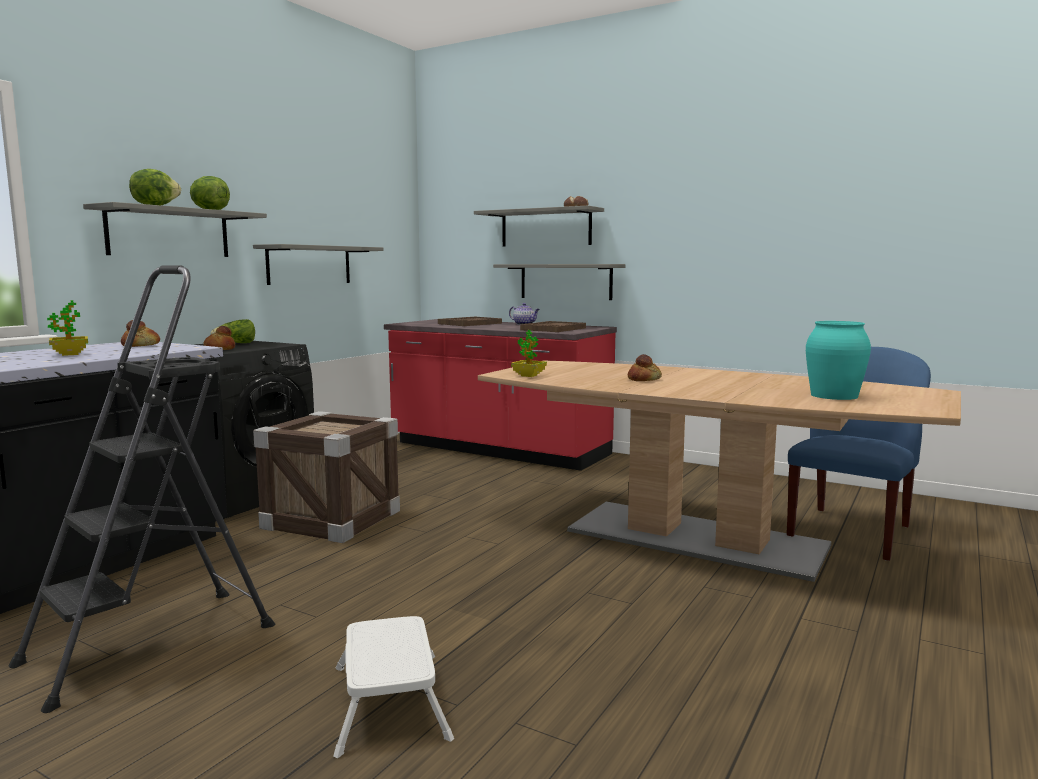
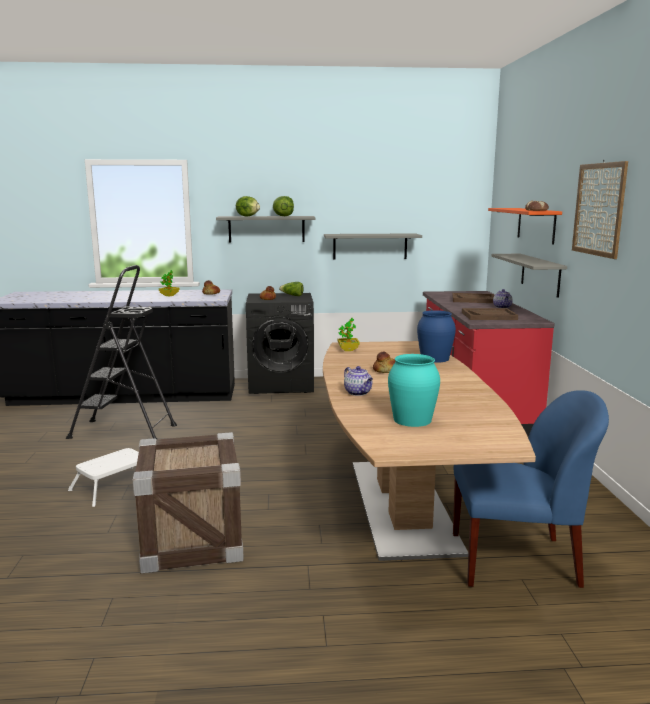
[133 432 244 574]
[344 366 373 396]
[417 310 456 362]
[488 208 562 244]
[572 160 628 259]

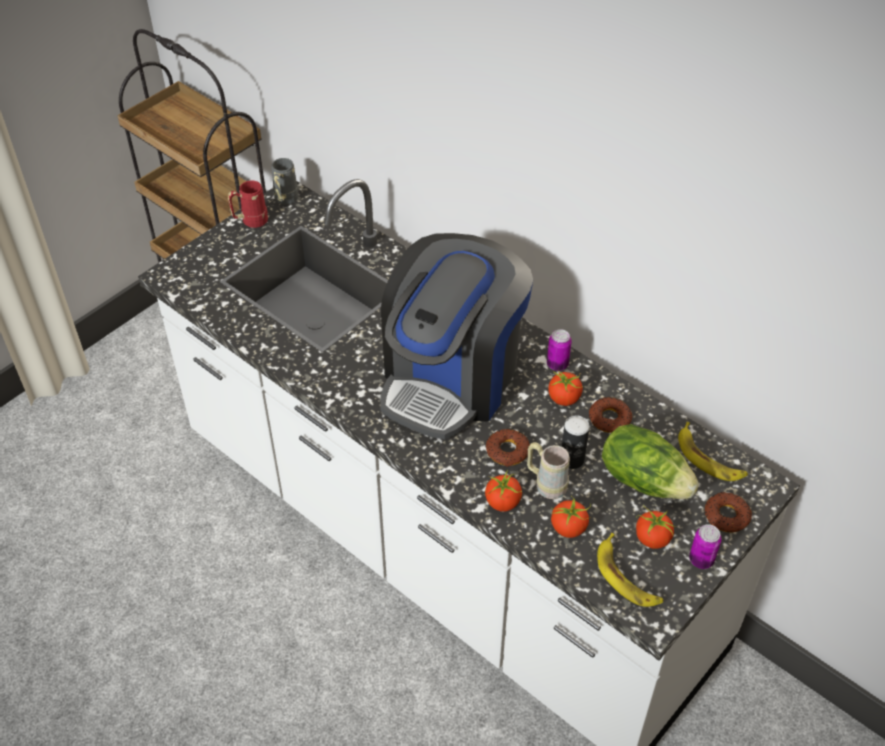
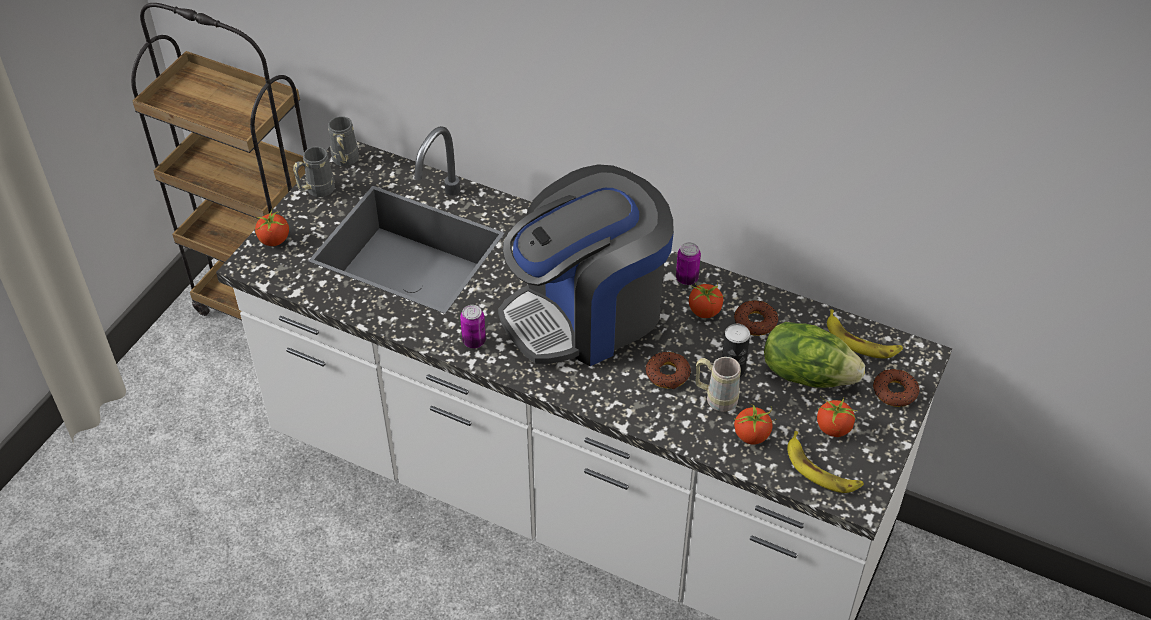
[255 209 289 246]
[293 147 335 197]
[460 305 486 348]
[498 164 674 366]

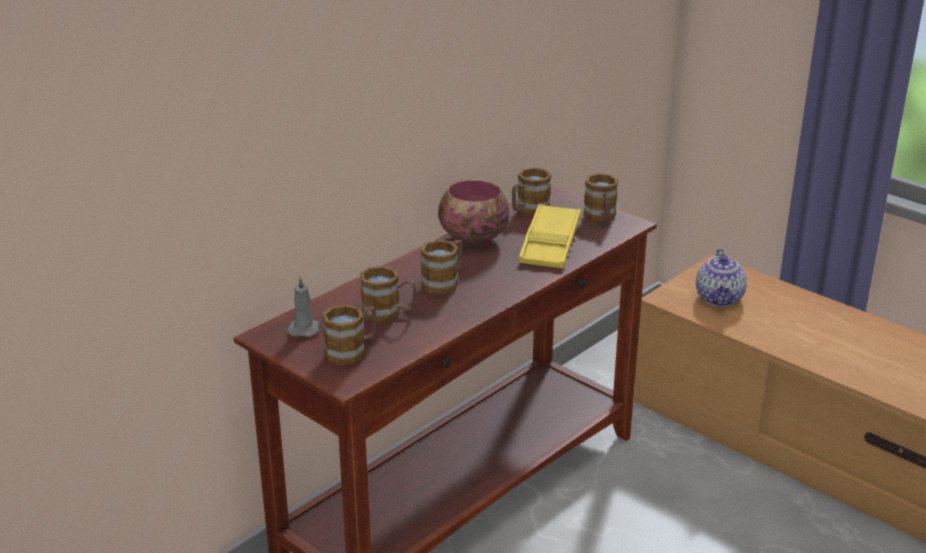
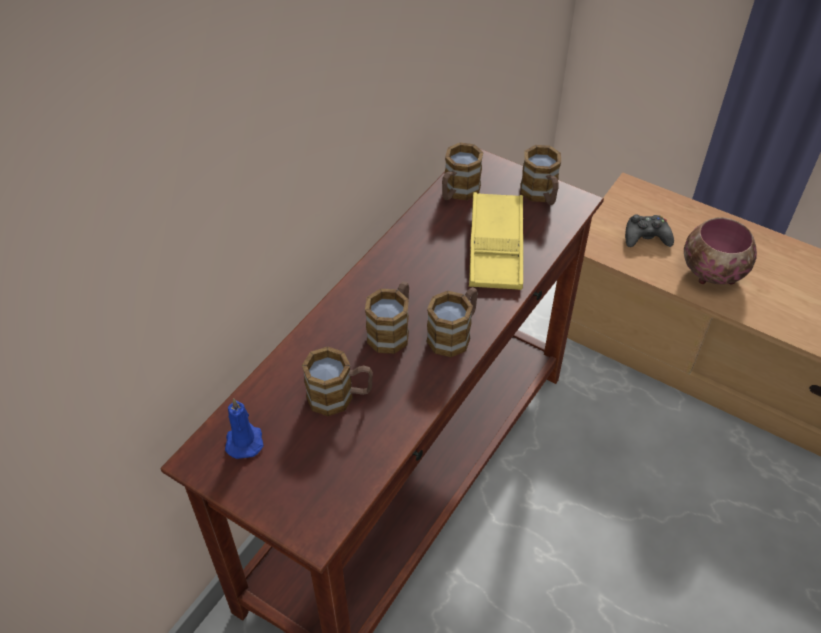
[225 398 264 459]
[426 287 478 357]
[625 214 674 247]
[684 218 757 285]

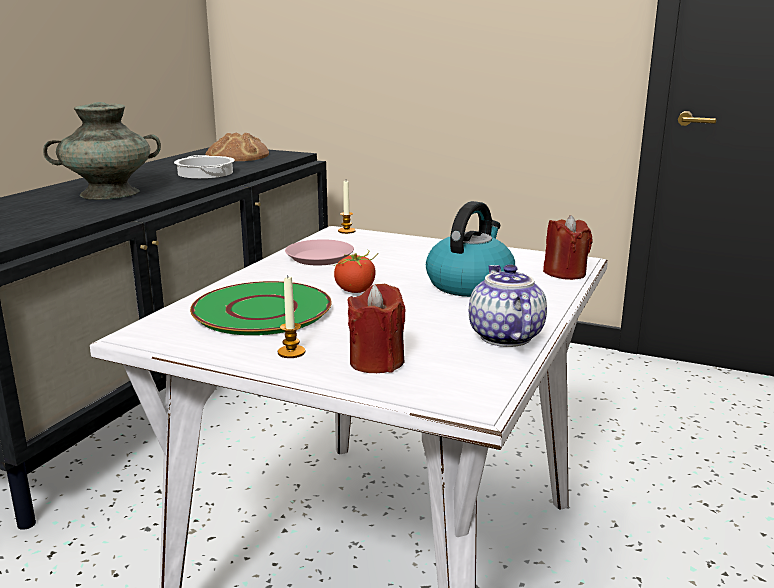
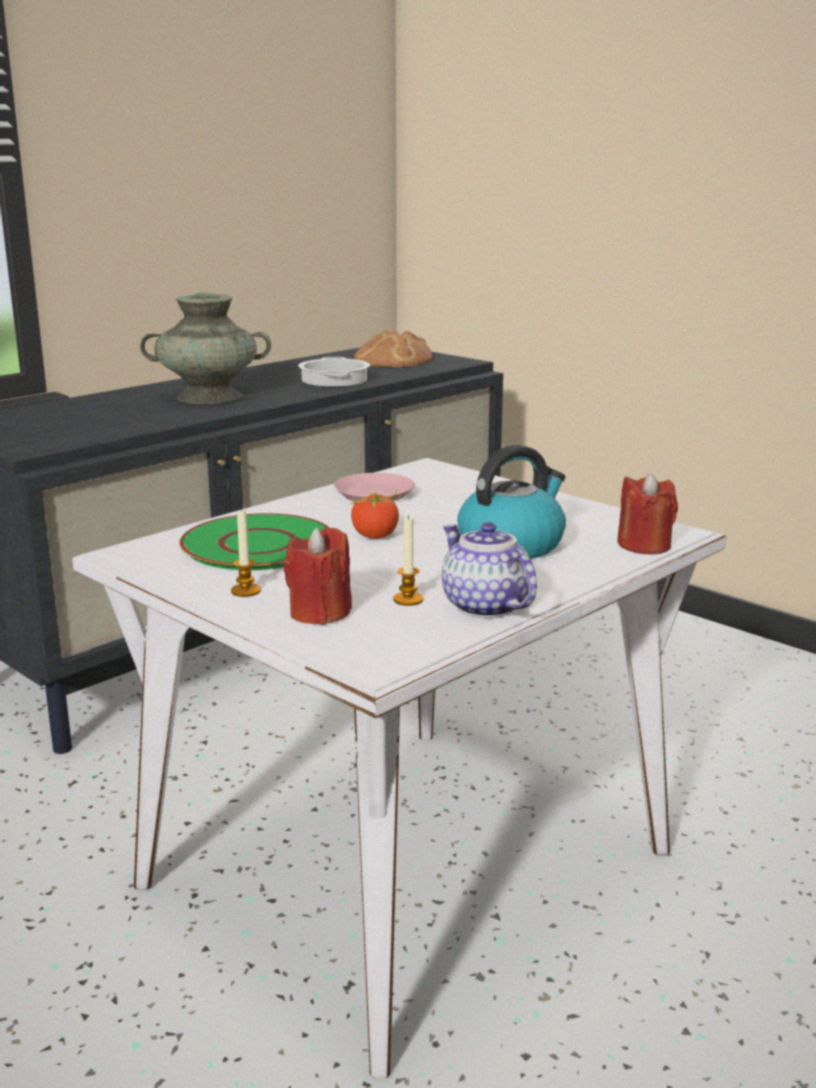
[393 514 423 606]
[442 522 537 618]

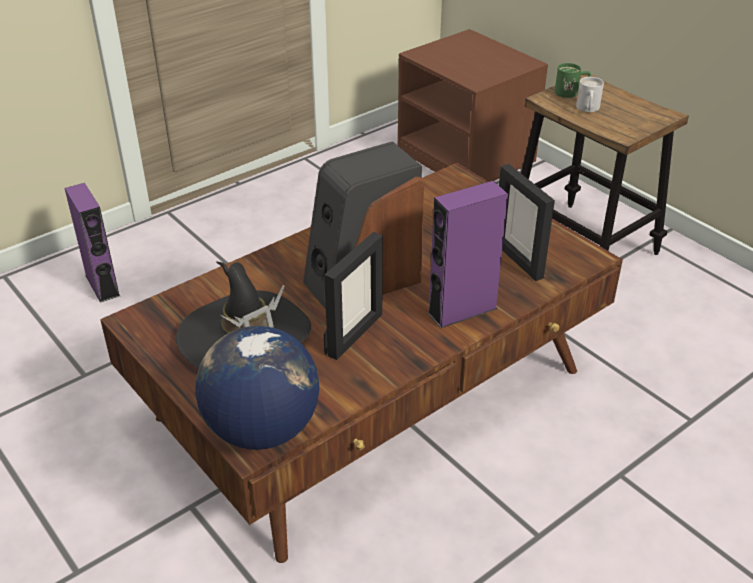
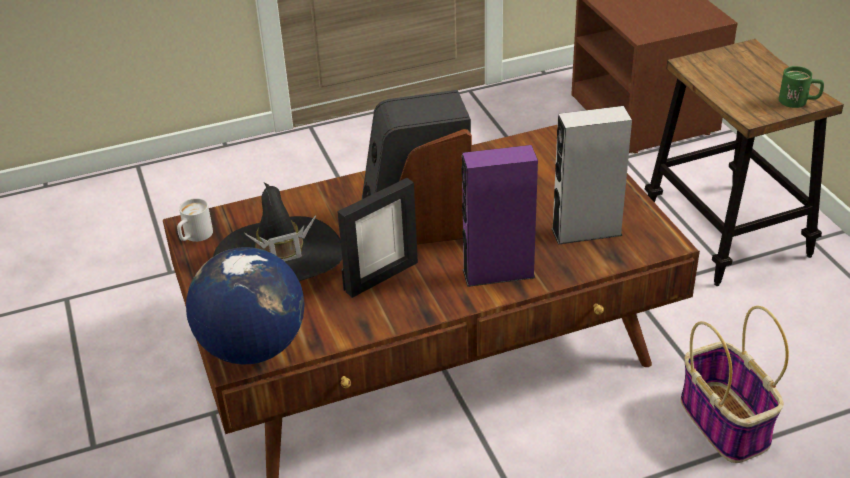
[177 198 213 242]
[551 106 632 245]
[681 306 789 463]
[779 66 824 108]
[65 183 120 303] (first image)

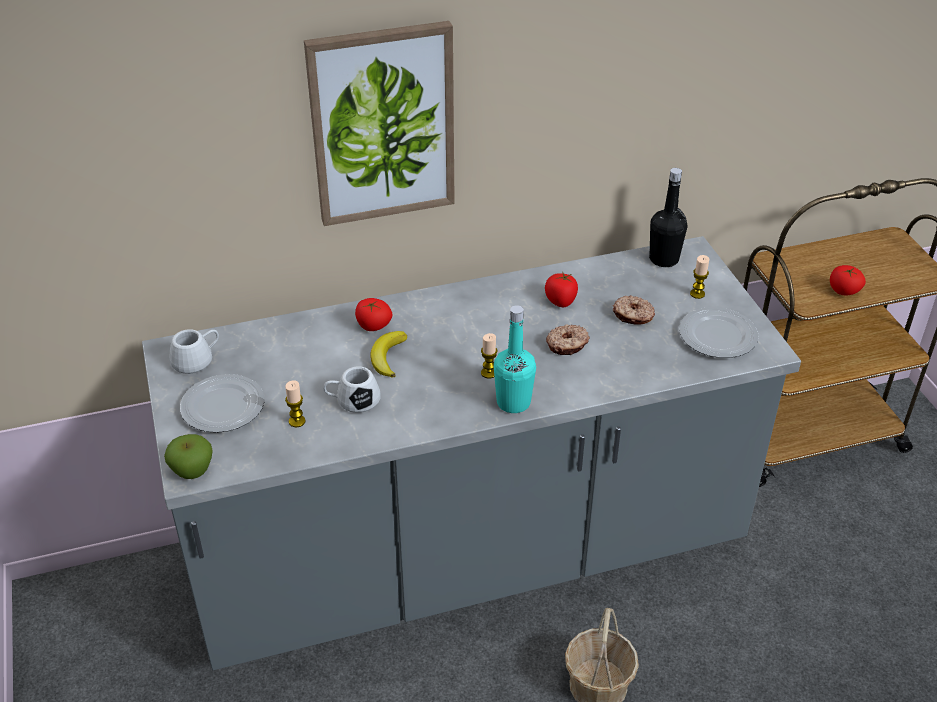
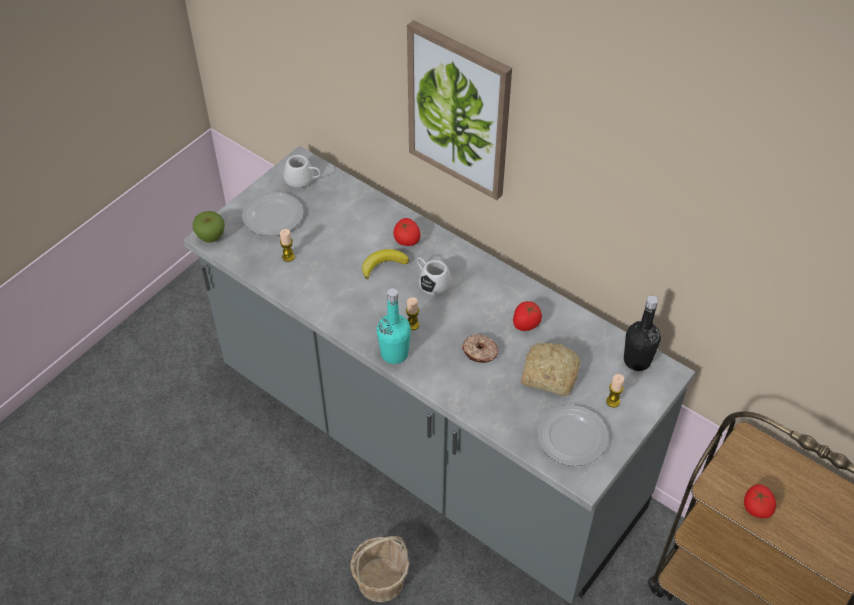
[417 257 452 296]
[521 343 580 396]

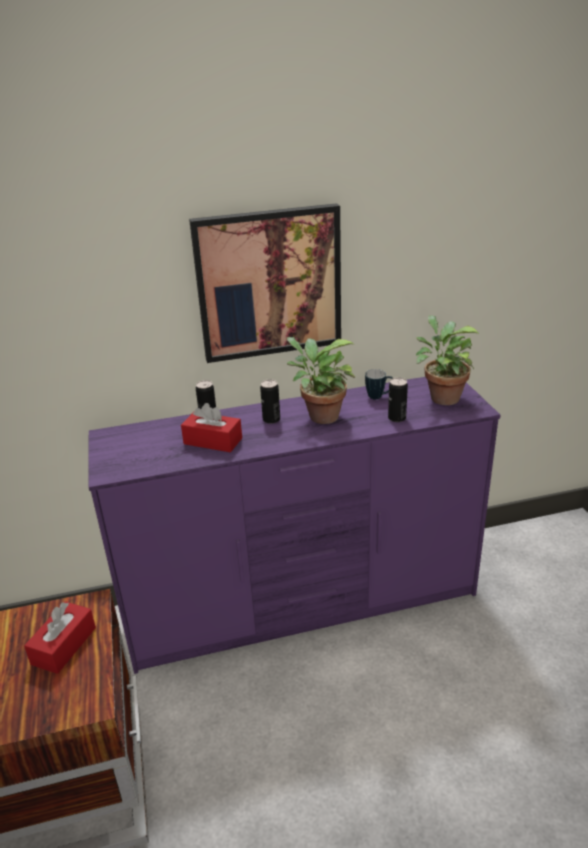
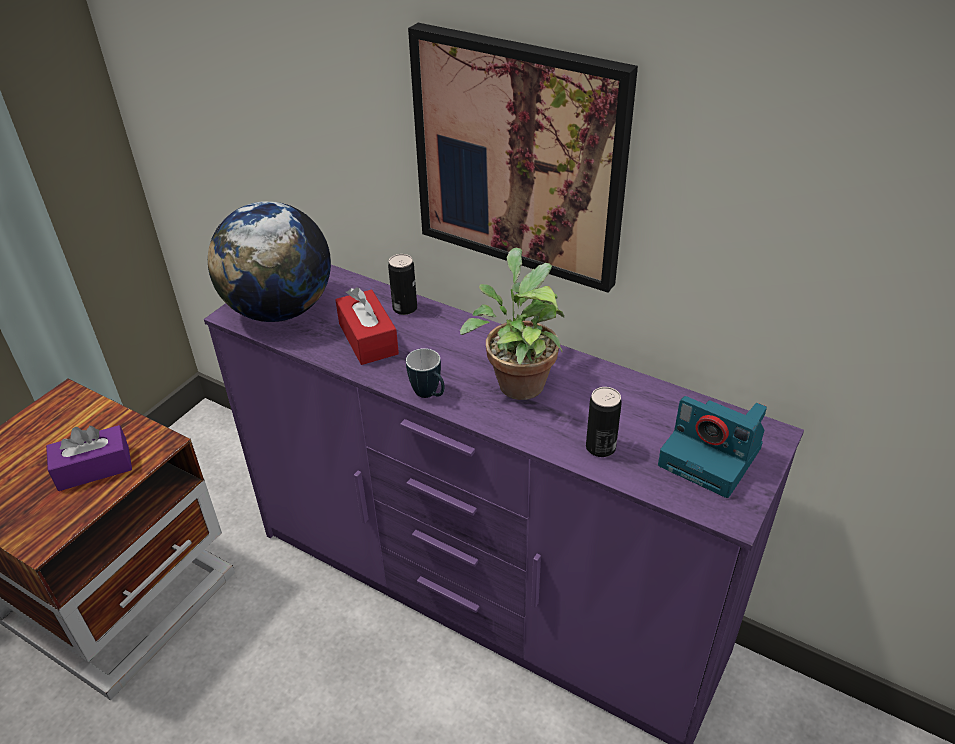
[46 425 132 491]
[208 201 331 322]
[406 348 445 398]
[658 396 767 498]
[260 379 280 424] (first image)

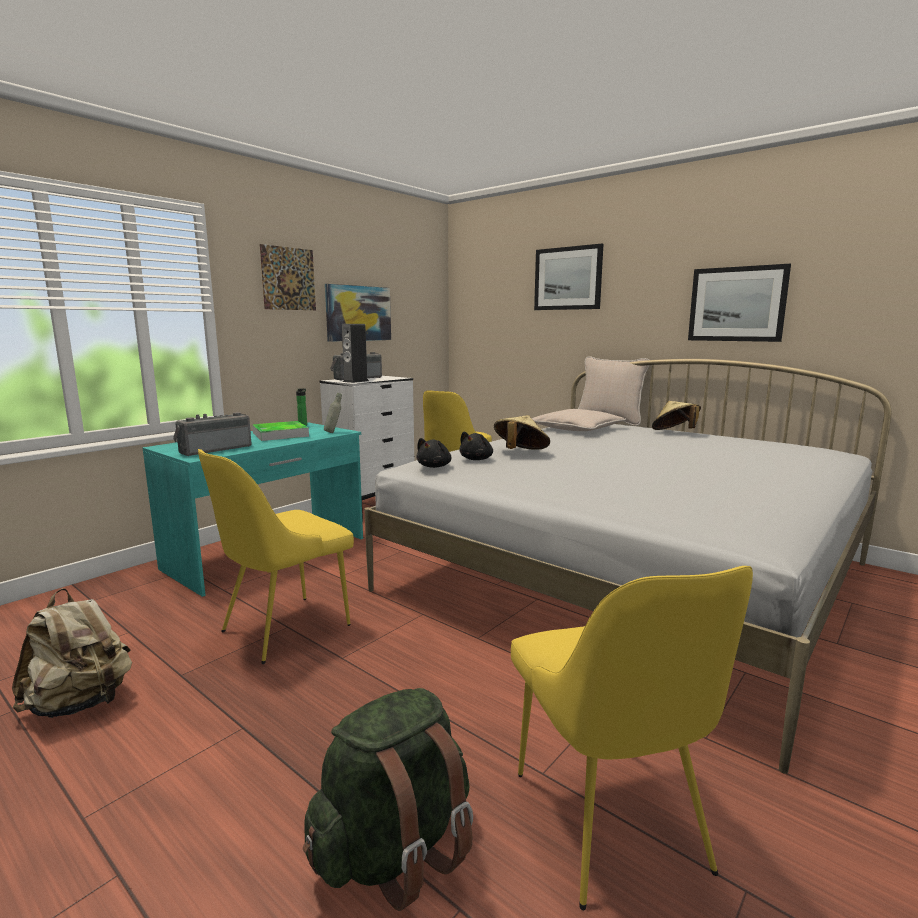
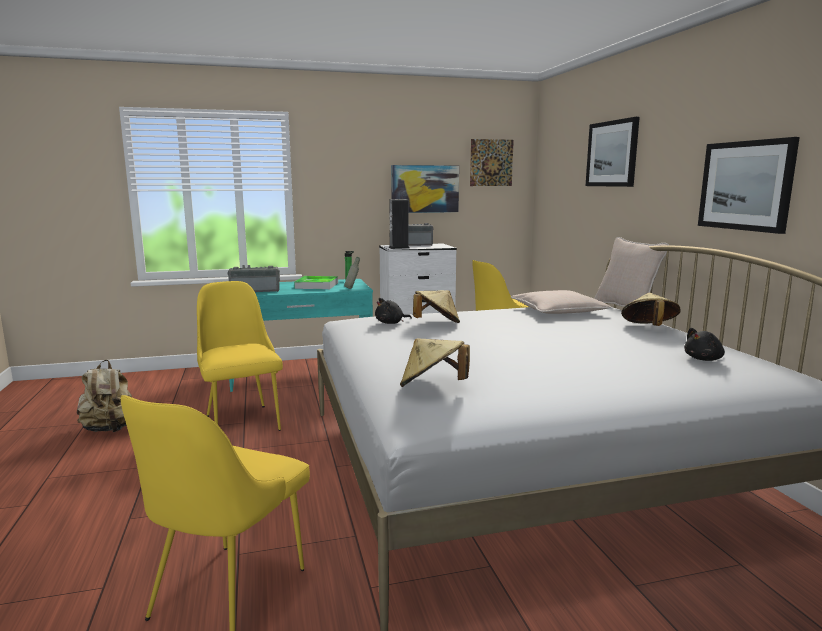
[197 281 283 431]
[400 338 470 387]
[470 139 514 186]
[684 328 725 361]
[303 688 473 911] (first image)

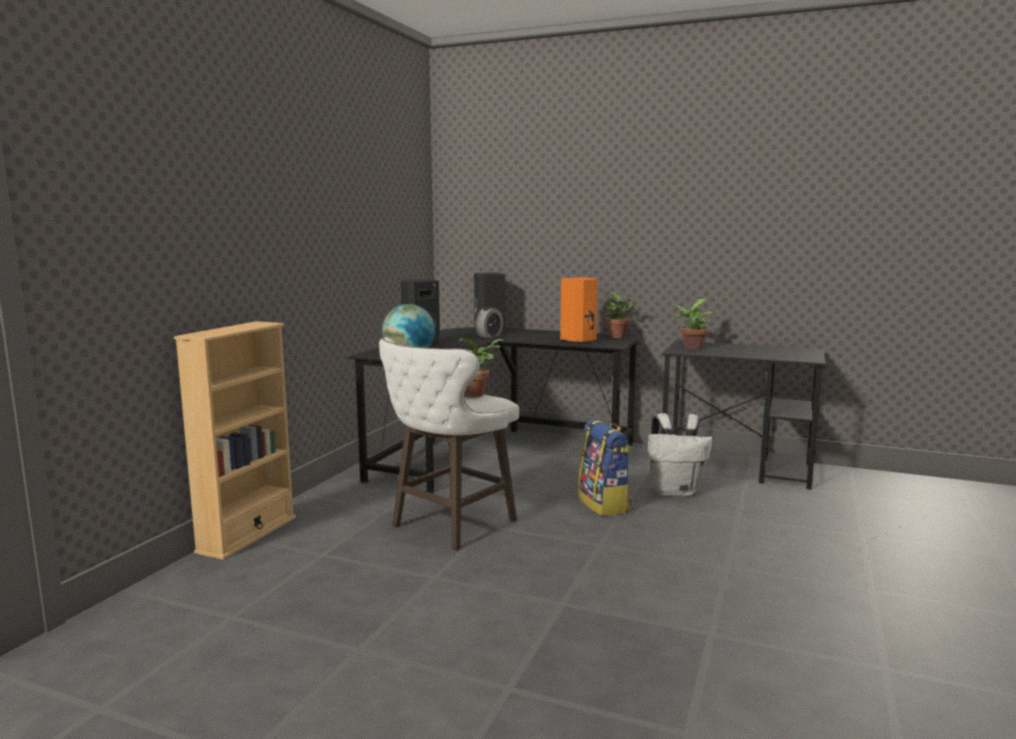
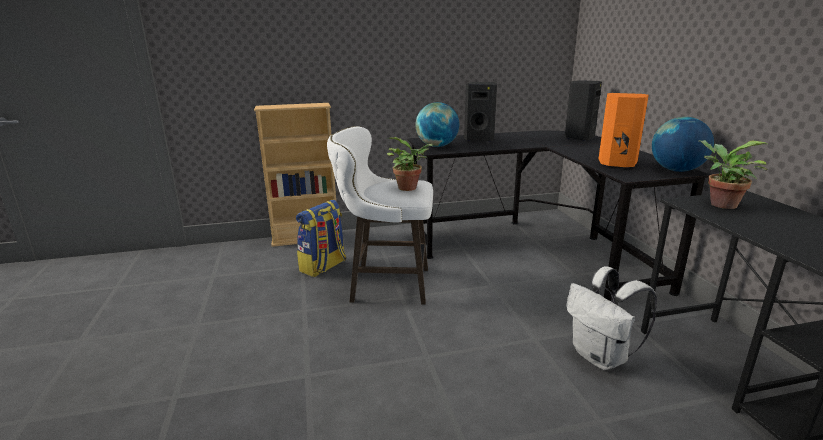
[296 200 346 277]
[652 117 714 172]
[475 307 503 338] (first image)

